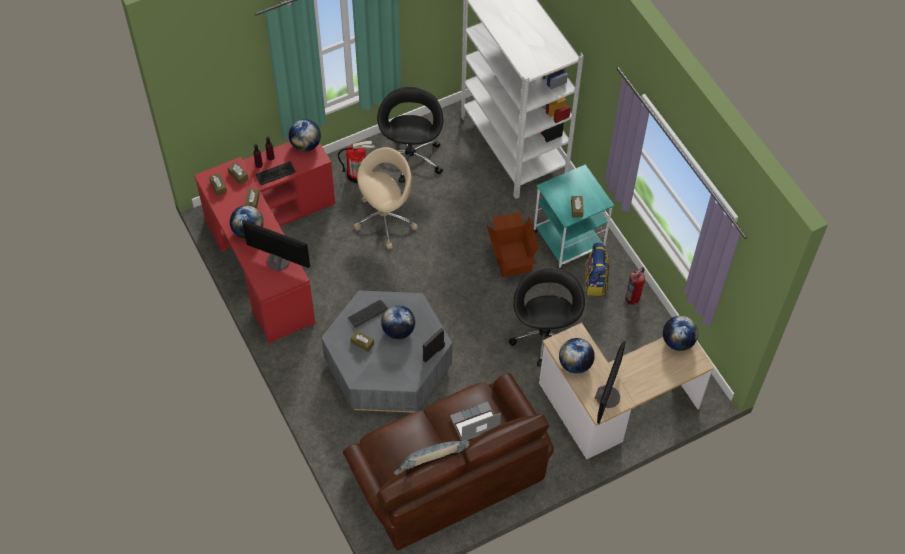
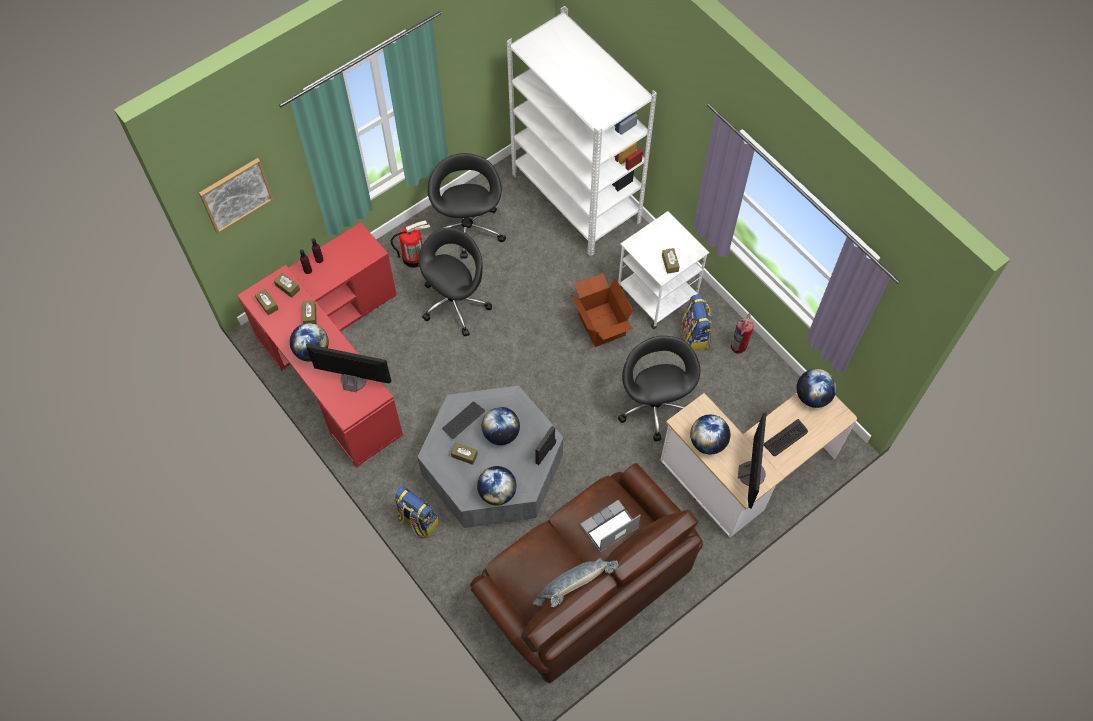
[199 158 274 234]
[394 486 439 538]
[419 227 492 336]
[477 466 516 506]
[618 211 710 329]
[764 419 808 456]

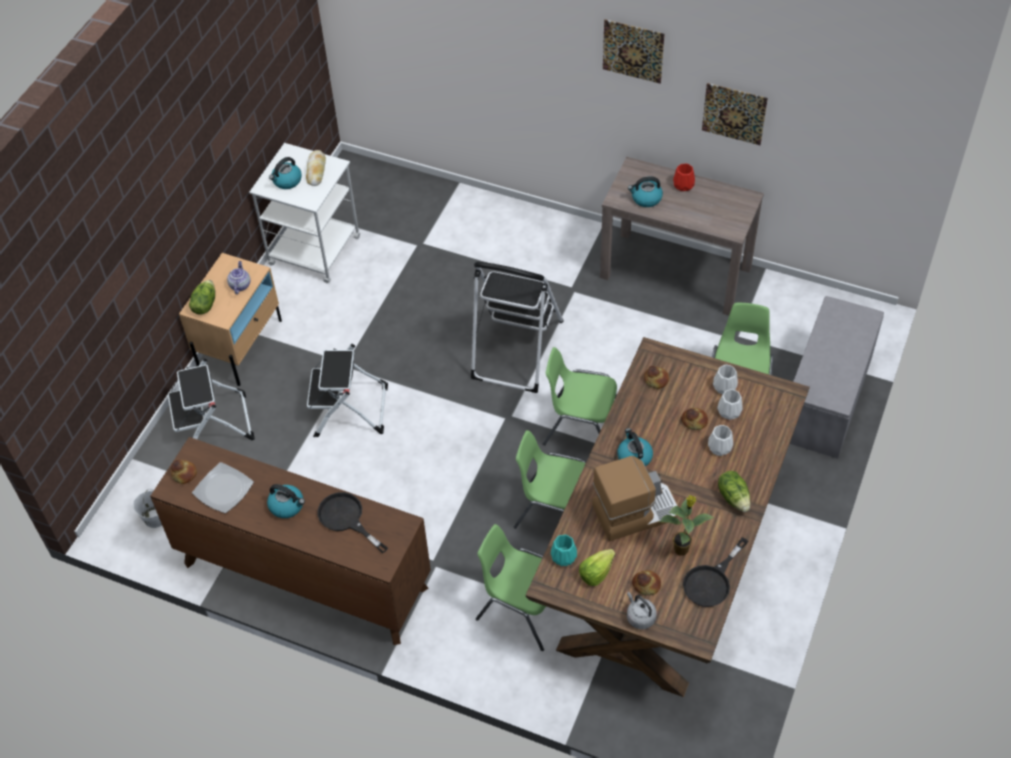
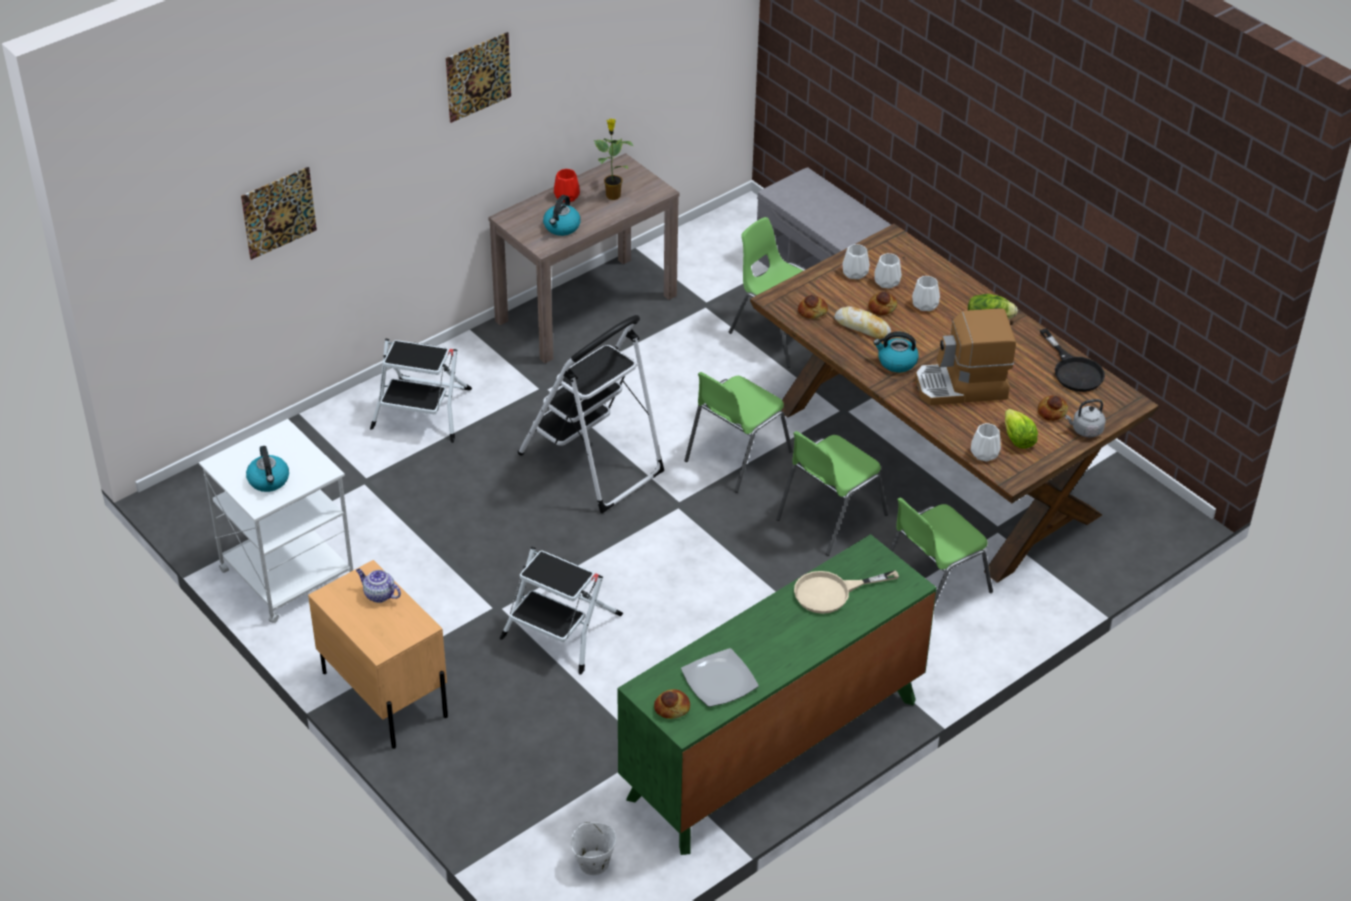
[241 167 317 260]
[370 338 472 443]
[593 119 634 200]
[618 534 937 855]
[794 570 899 614]
[834 306 891 339]
[915 309 1016 405]
[971 423 1001 462]
[189 280 215 315] (first image)
[267 484 305 518] (first image)

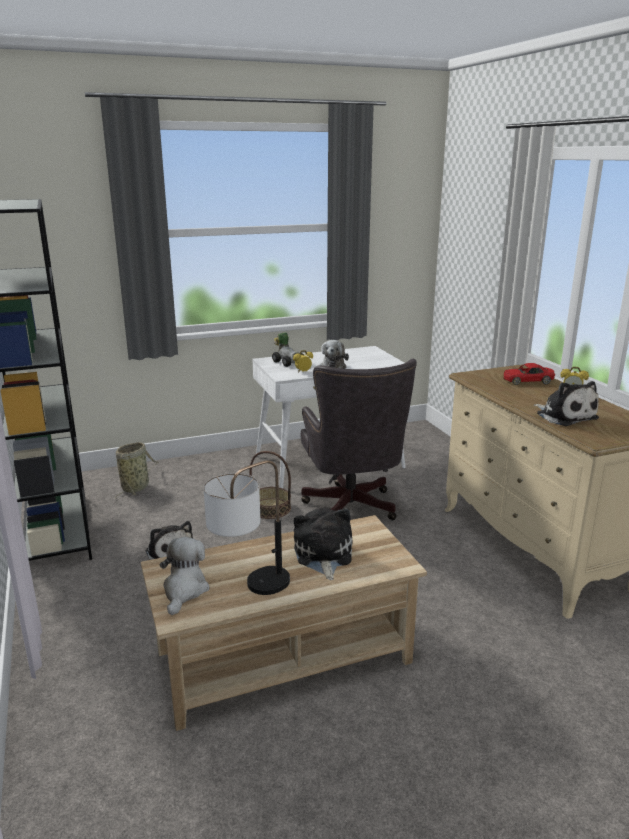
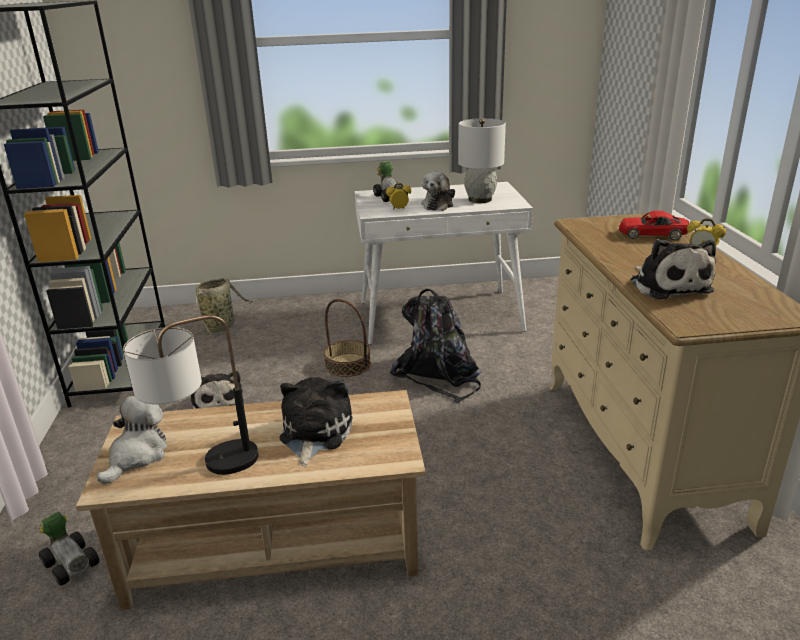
[39 512 99 586]
[390 289 482 403]
[458 118 506 203]

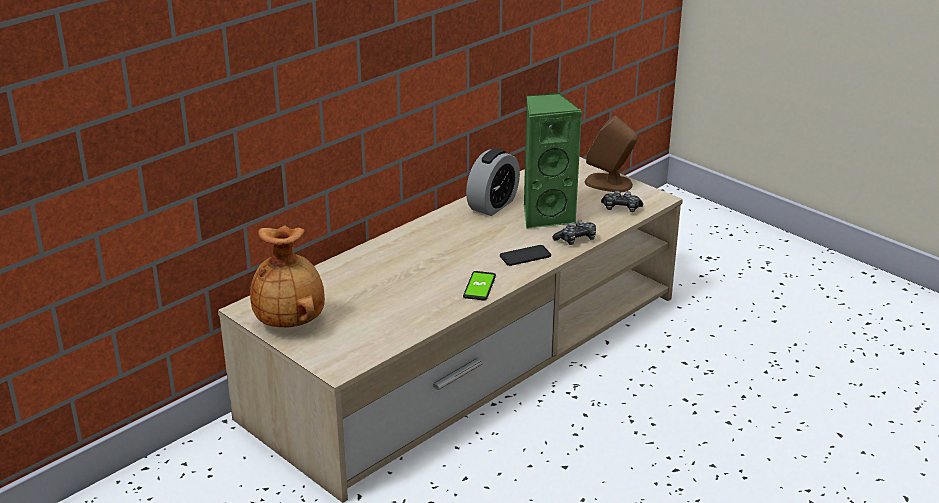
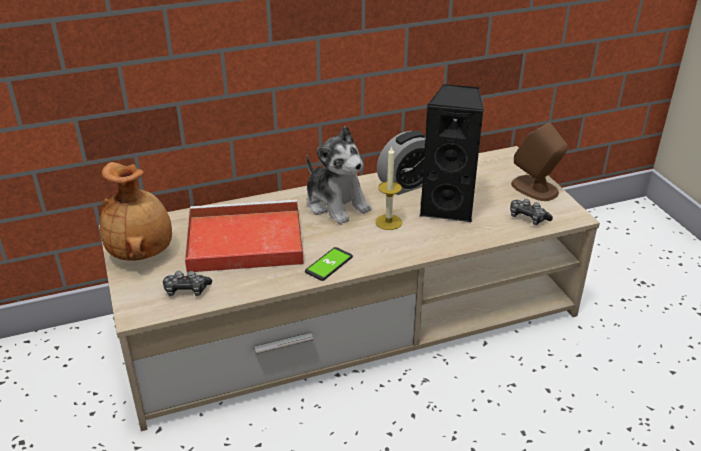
[163 271 212 296]
[185 199 304 273]
[306 126 371 225]
[376 146 402 230]
[420 84 484 222]
[500 245 551 266] (first image)

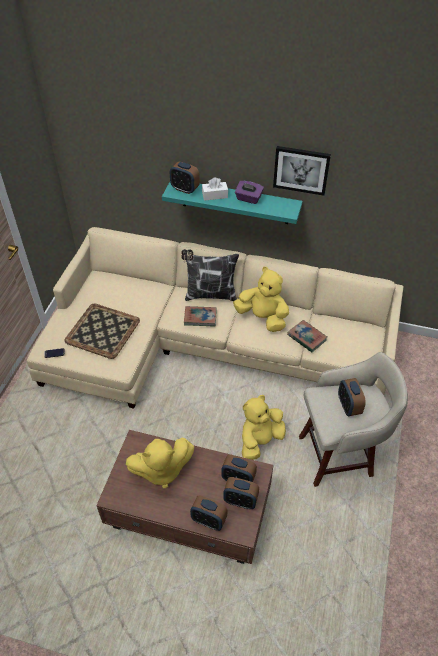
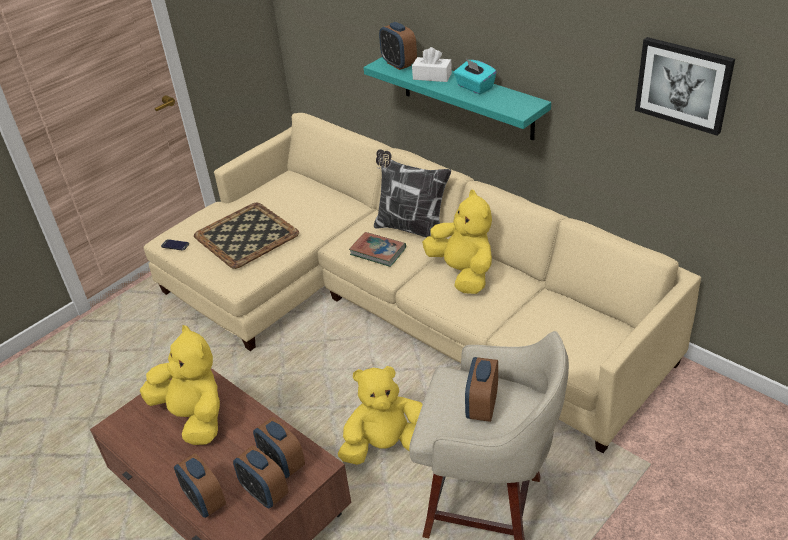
[140 325 220 445]
[454 59 497 94]
[635 37 735 136]
[287 320 327 352] (first image)

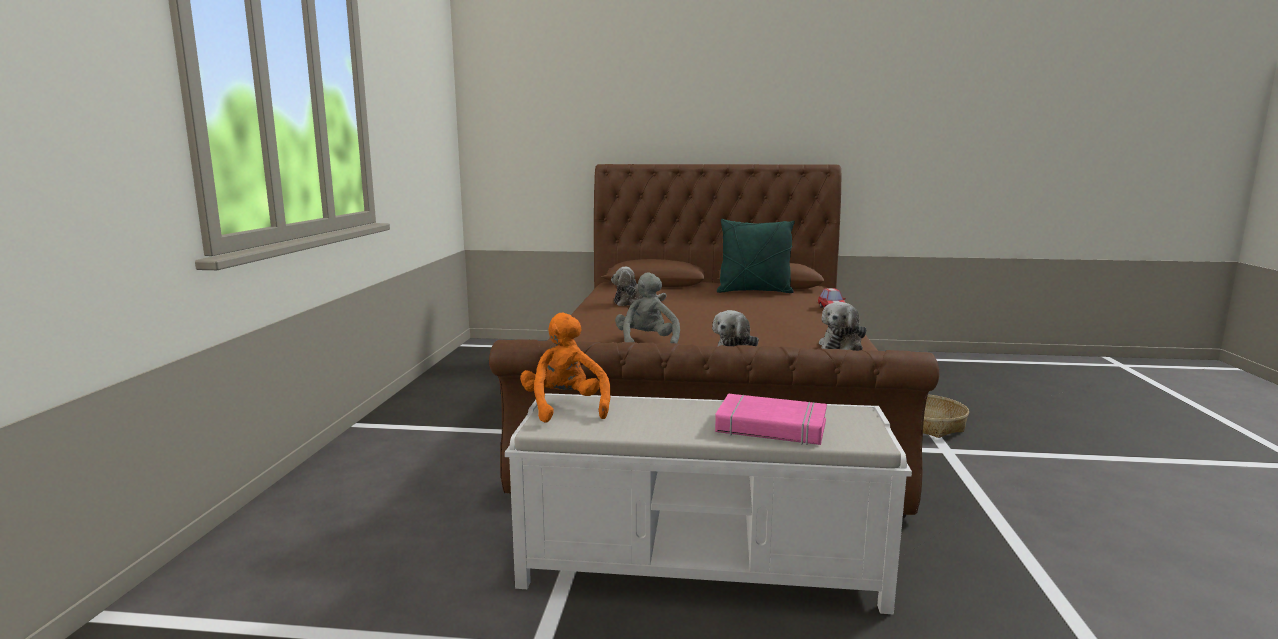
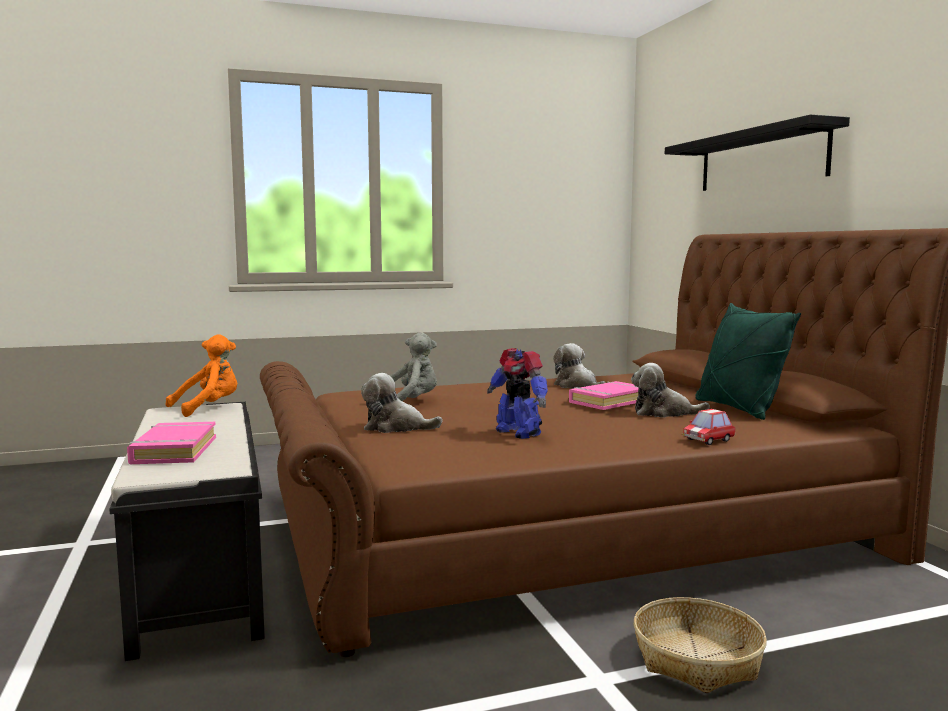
[109 402 265 661]
[487 348 548 439]
[569 381 639 410]
[631 363 710 418]
[665 114 850 191]

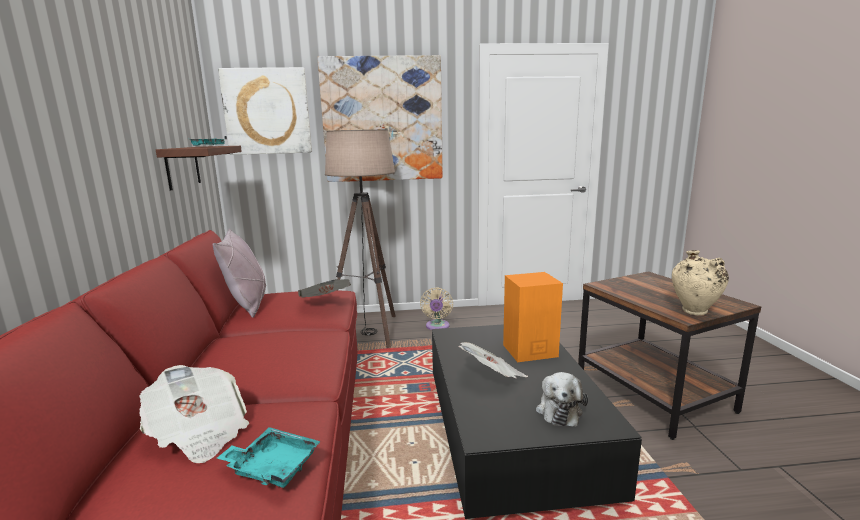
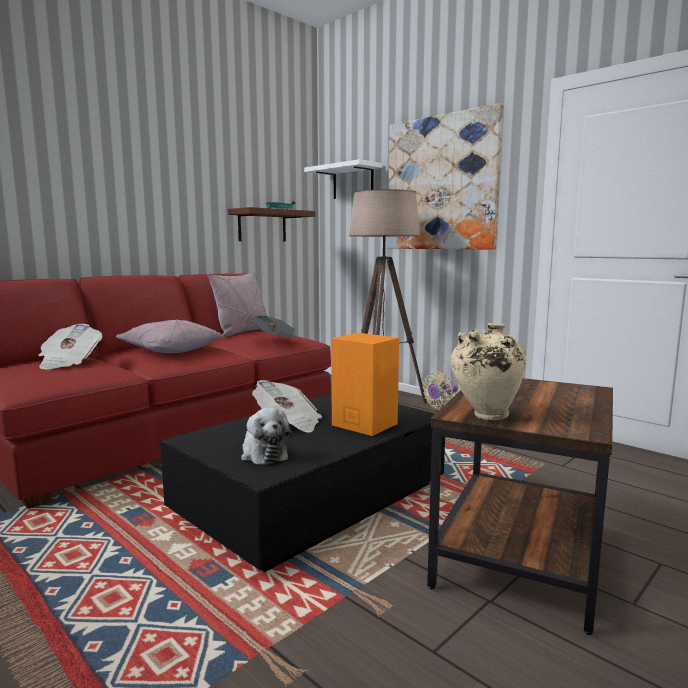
[116 319 223 353]
[241 408 292 465]
[304 159 382 199]
[217 427 321 488] (first image)

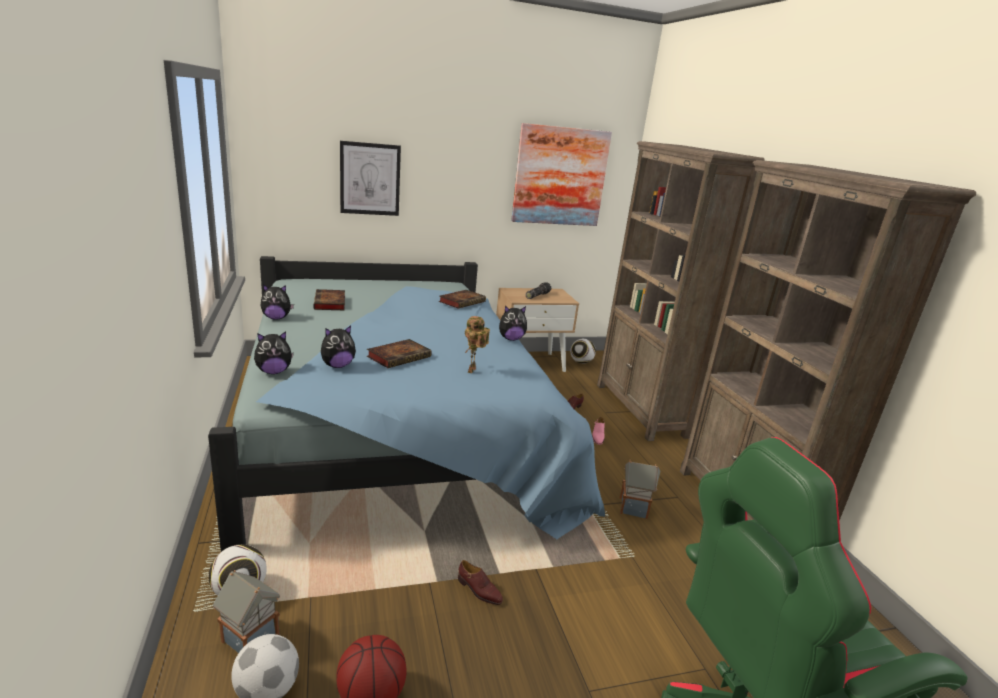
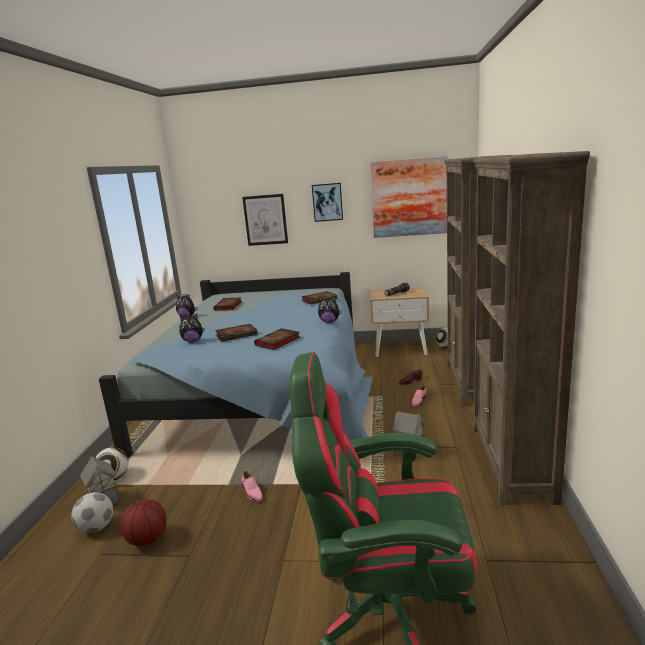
[242 471 262 502]
[254 328 300 350]
[312 183 343 222]
[254 331 294 374] (first image)

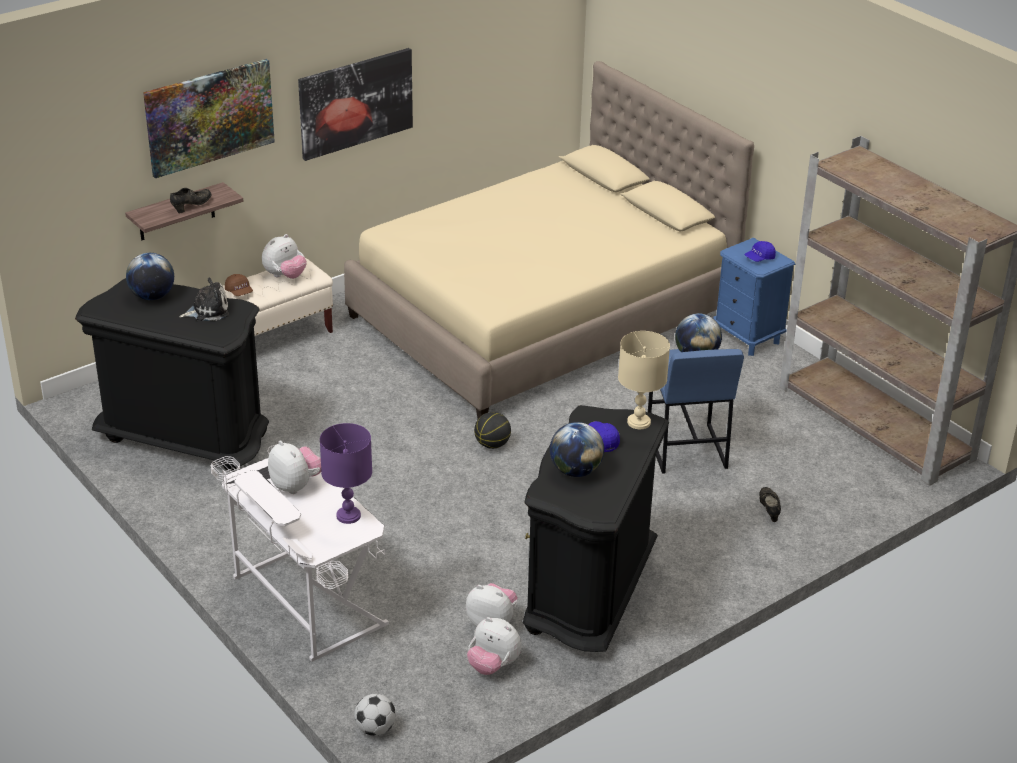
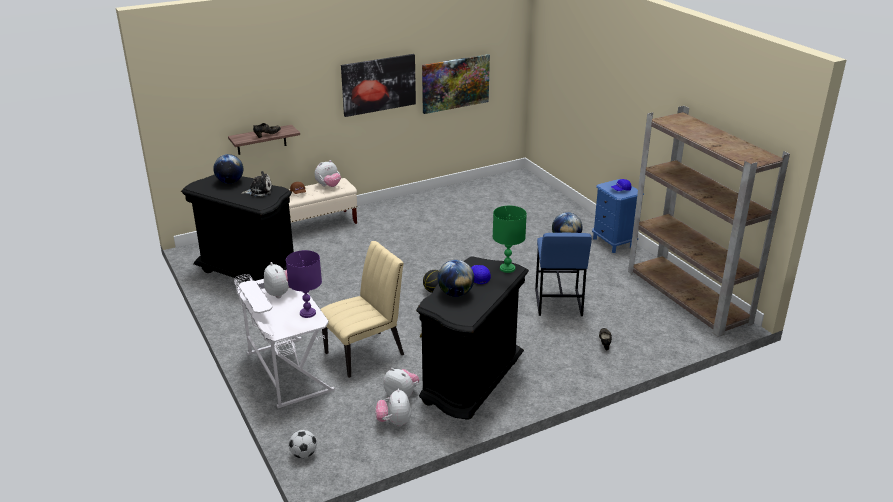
[320 241 404 378]
[376 389 411 426]
[422 54 490 114]
[493 206 527 273]
[344 61 754 419] (first image)

